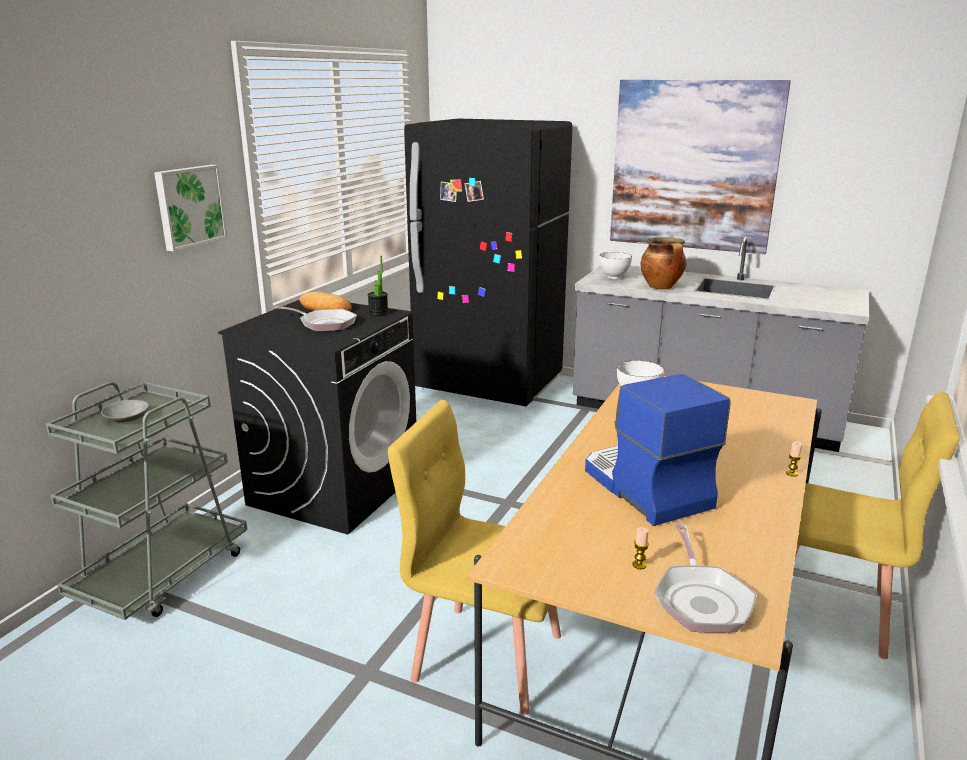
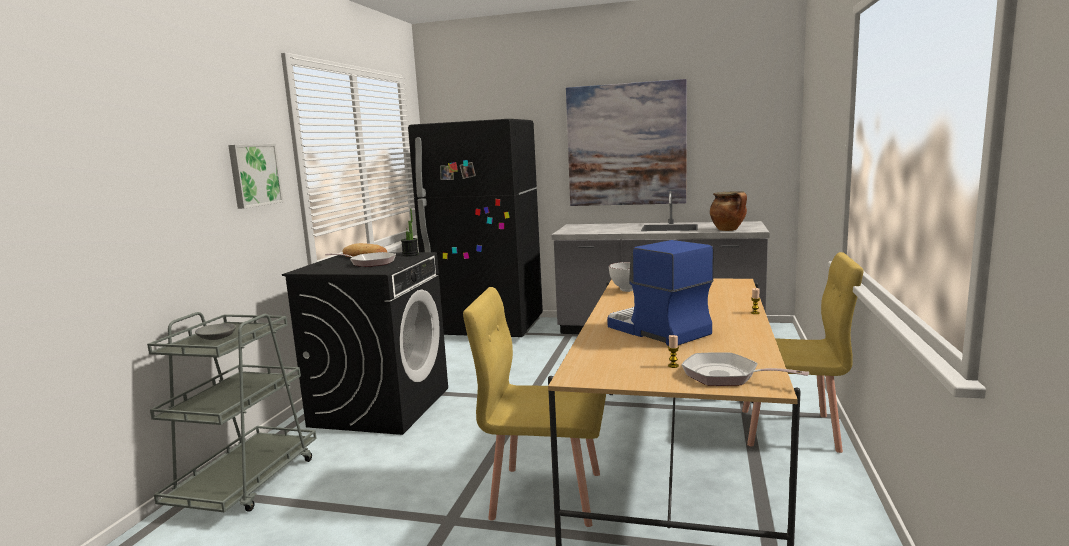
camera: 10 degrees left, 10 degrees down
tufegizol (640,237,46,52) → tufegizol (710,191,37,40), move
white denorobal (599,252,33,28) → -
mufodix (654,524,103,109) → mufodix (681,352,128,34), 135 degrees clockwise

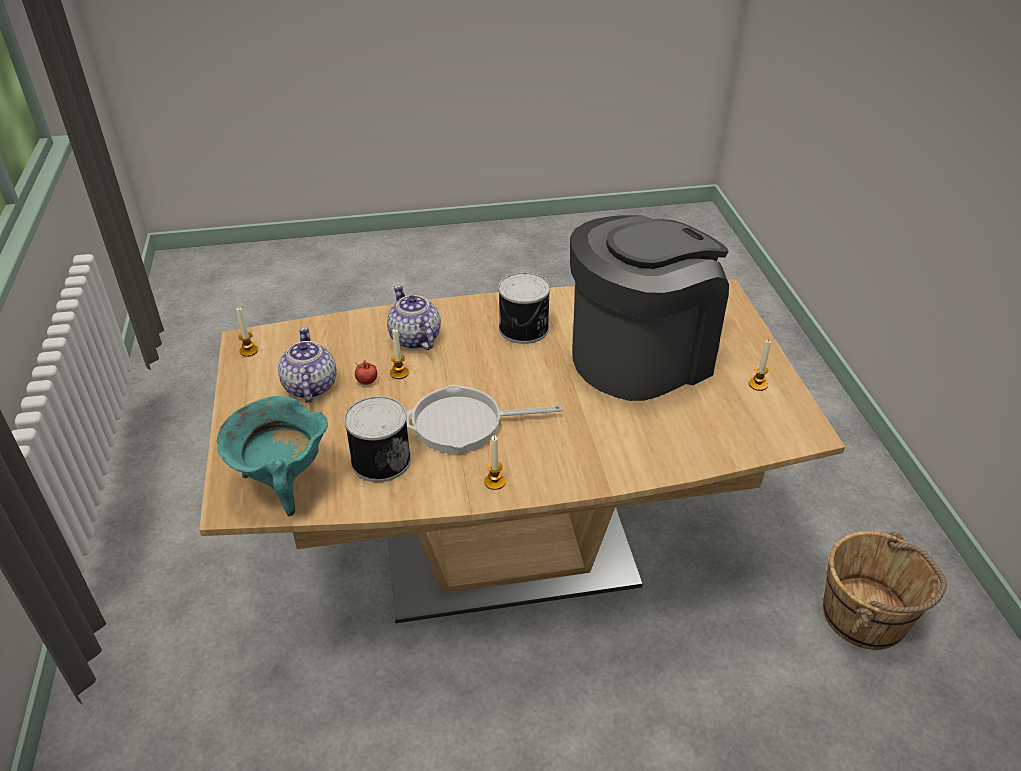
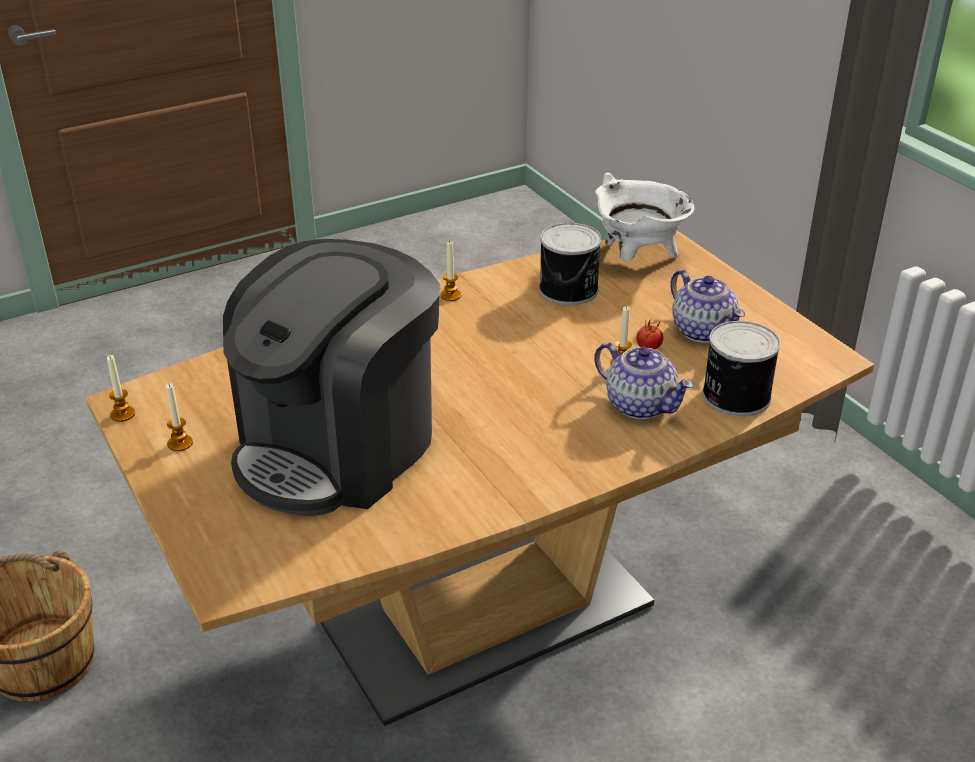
camera: 160 degrees right, 5 degrees down
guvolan (498,272,52,72) → guvolan (702,321,79,96), move
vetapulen (236,307,22,50) → vetapulen (107,355,28,67), move
mufodix (406,385,156,68) → -
turquoise tufegizol (217,396,111,120) → white tufegizol (595,172,99,89)

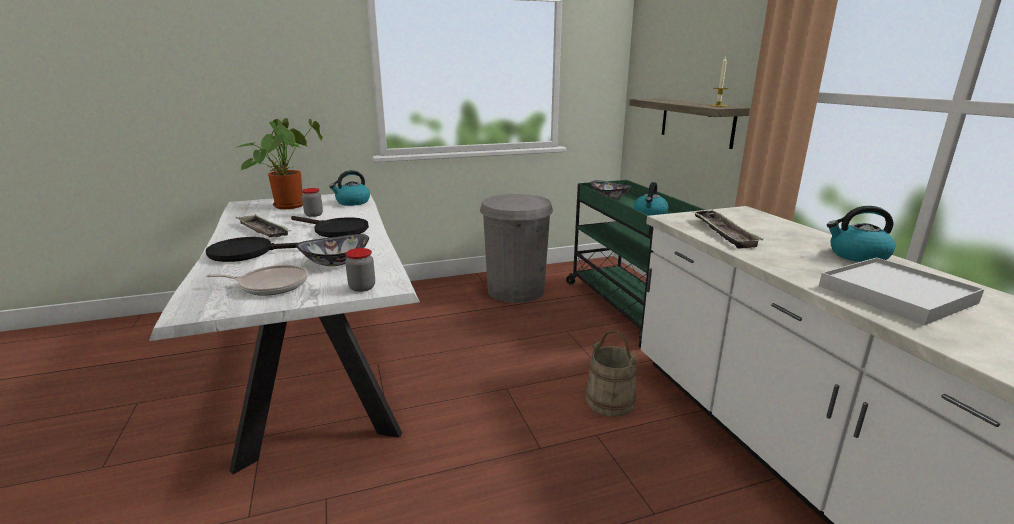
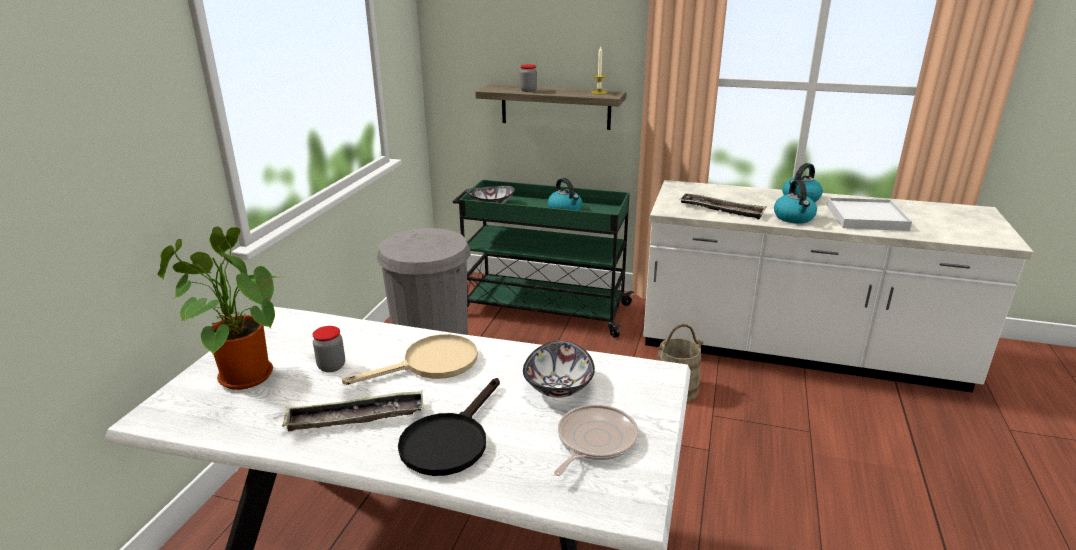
camera: 55 degrees left, 5 degrees up
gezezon (329,170,41,36) → gezezon (774,180,43,43), move
black mufodix (291,216,78,21) → beige mufodix (342,334,136,51)
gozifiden (345,248,30,44) → gozifiden (520,64,17,28), move

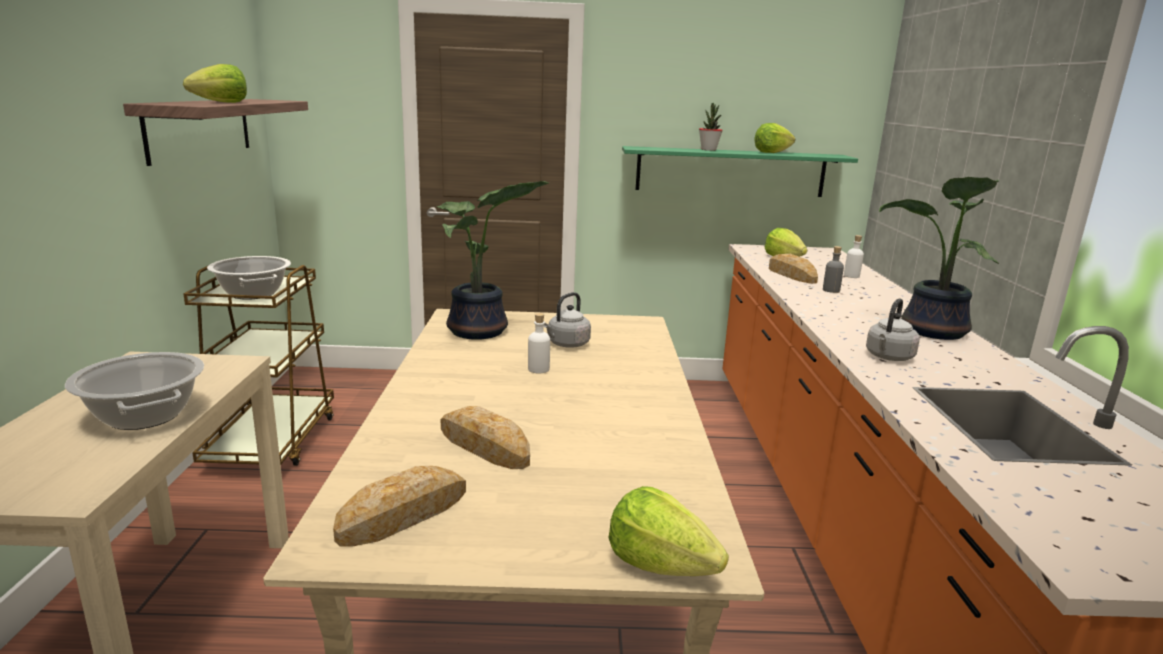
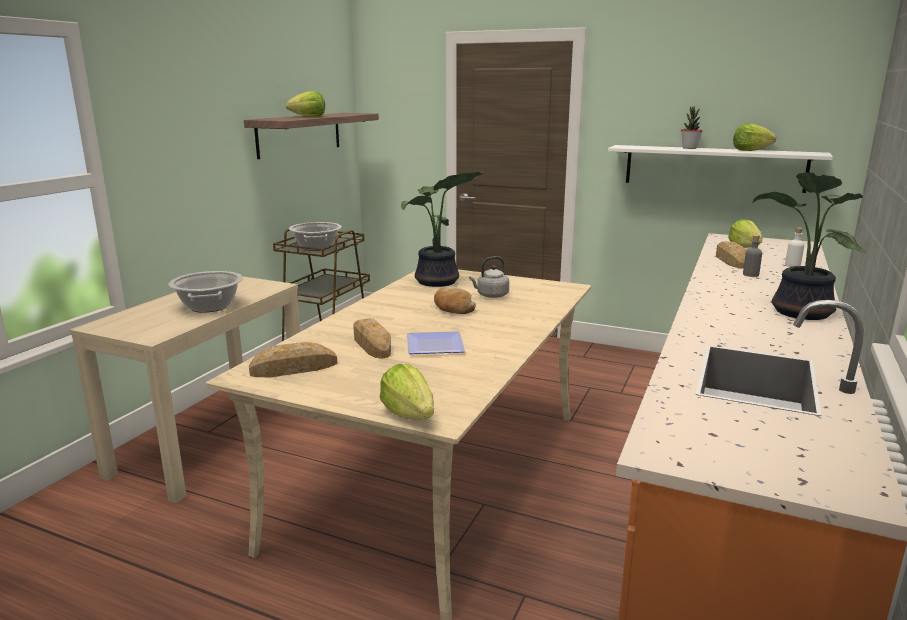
camera: 25 degrees right, 0 degrees up
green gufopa (622,146,236,51) → white gufopa (608,145,225,48)
grey gezezon (866,298,54,63) → -
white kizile (528,313,22,60) → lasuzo (434,286,42,28)
- → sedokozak (407,331,58,23)

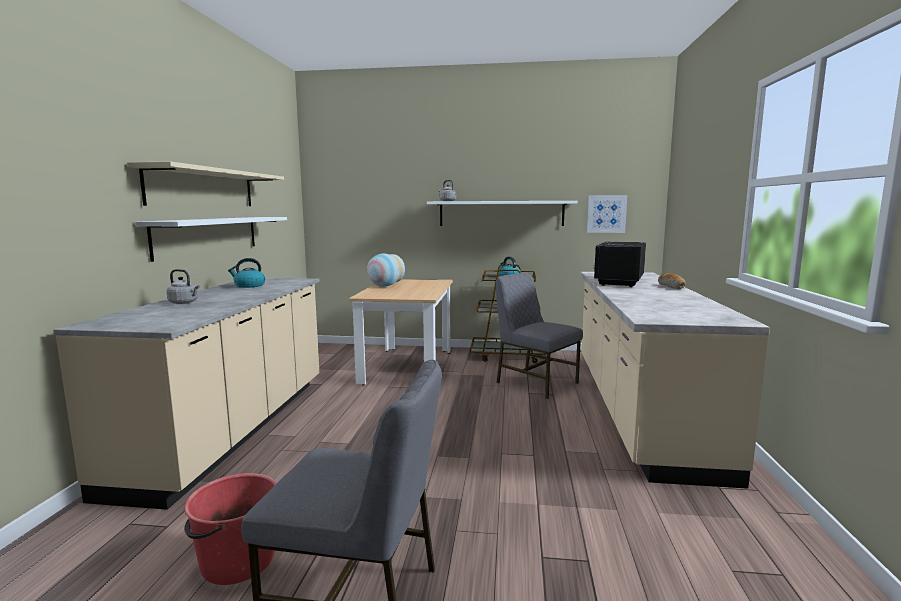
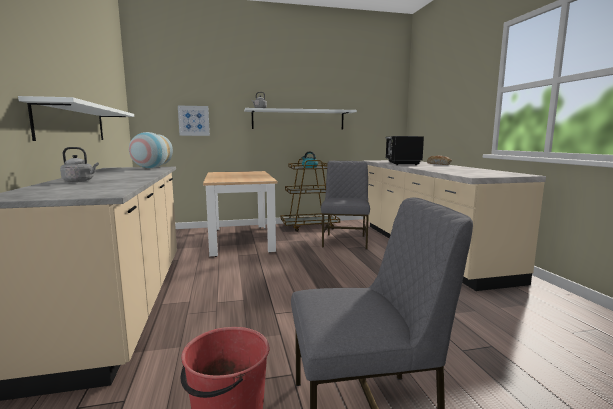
camera: 20 degrees left, 0 degrees up
beige gufopa (127,162,157,44) → -
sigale (587,195,40,38) → sigale (178,106,32,30), move
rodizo (367,254,38,33) → rodizo (129,132,44,36), move
gezezon (228,258,37,30) → -
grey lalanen (496,273,87,126) → grey lalanen (321,161,49,89), 75 degrees clockwise

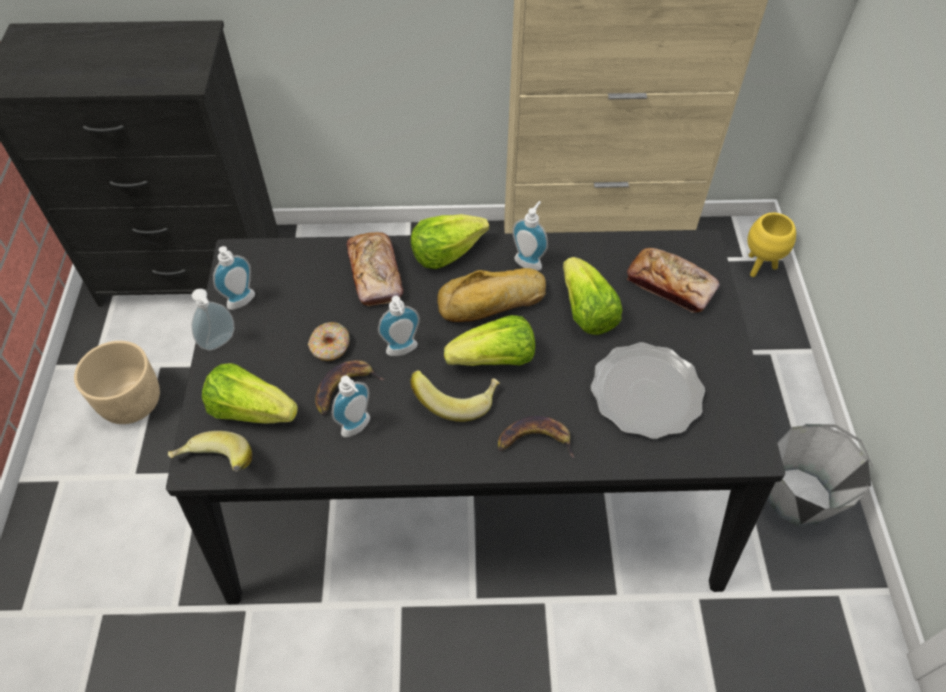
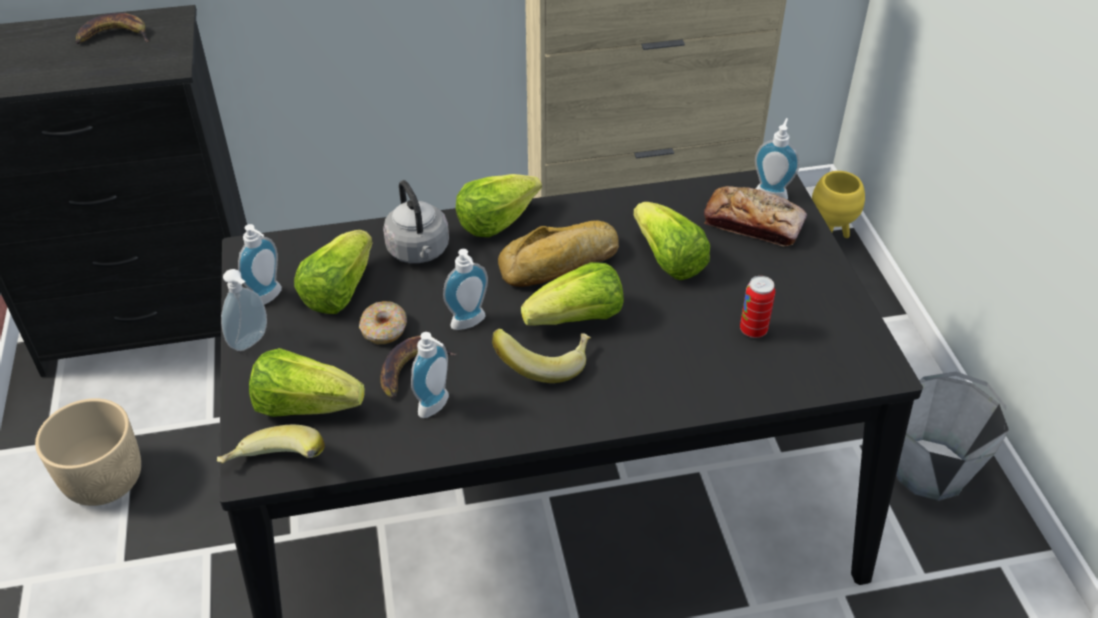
camera: 10 degrees left, 10 degrees down
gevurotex (512,201,36,70) → gevurotex (755,118,45,81), move
lasuzo (347,232,57,74) → grey gezezon (383,180,66,83)
sedokozak (590,342,115,97) → guvolan (740,276,35,62)
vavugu (498,416,76,42) → vavugu (75,13,74,31), move
- → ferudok (294,230,79,84)

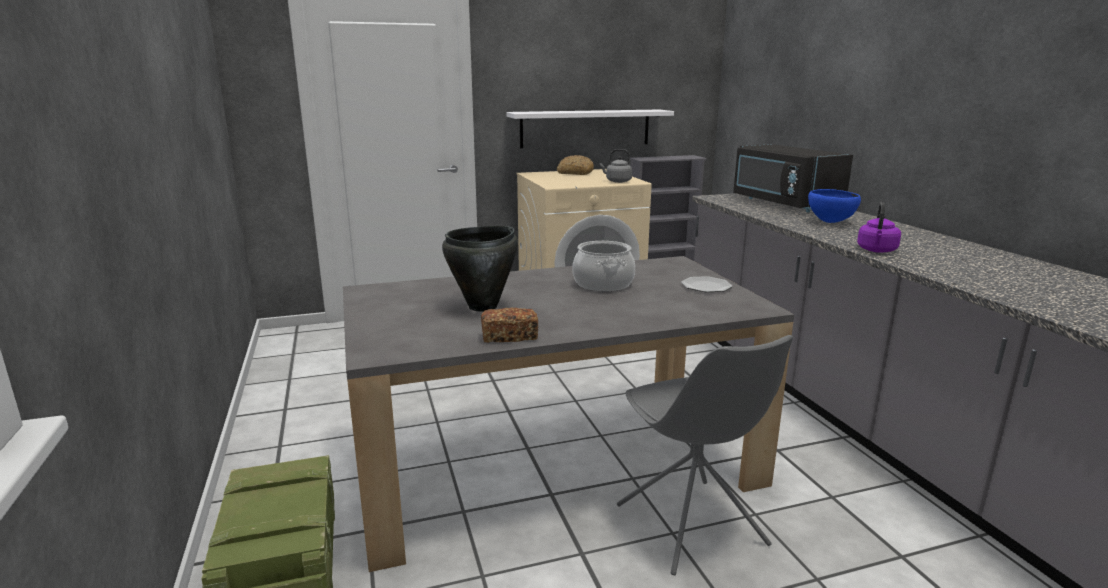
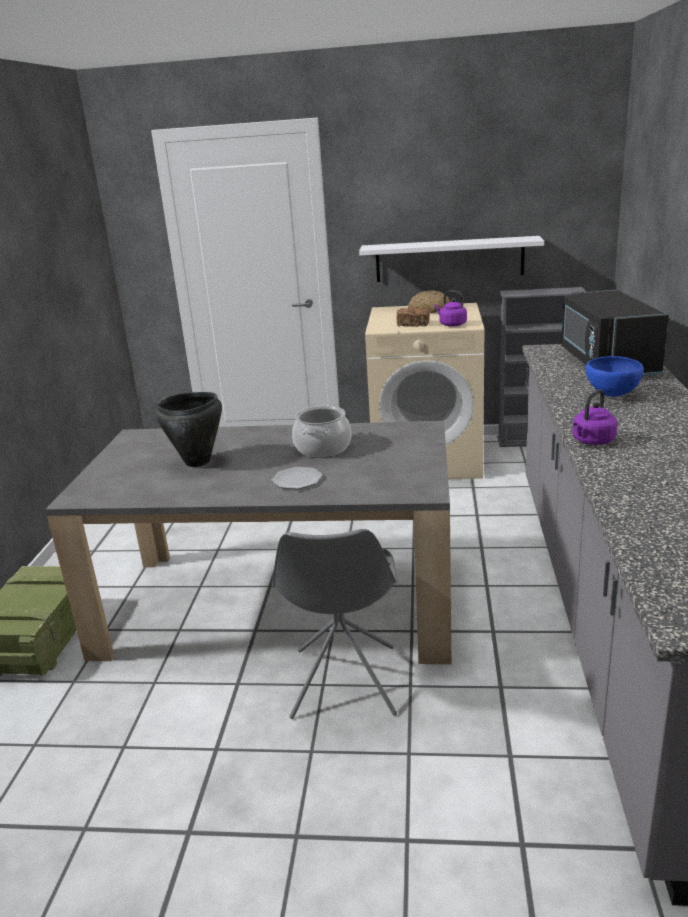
camera: 25 degrees right, 5 degrees up
grey gezezon (600,149,32,34) → purple gezezon (434,291,33,36)
sedokozak (681,276,51,16) → sedokozak (272,467,51,22), move
lasuzo (481,307,57,36) → lasuzo (396,308,33,19), move

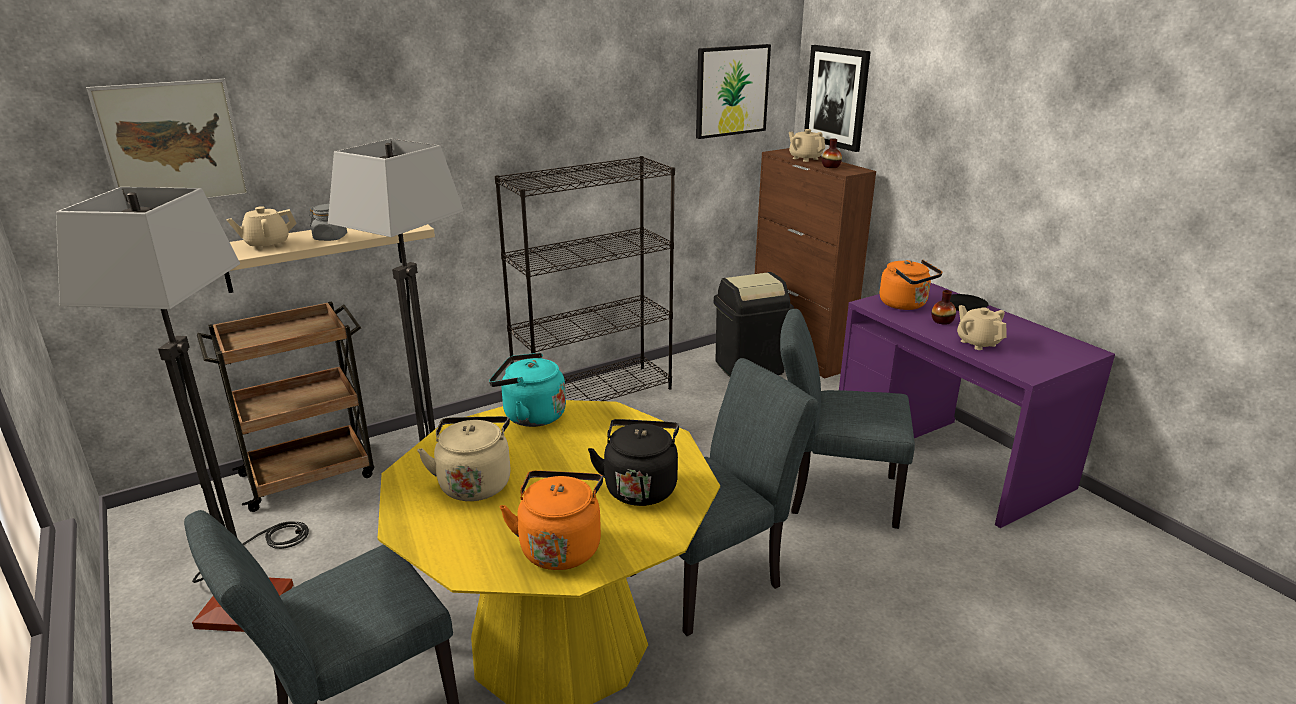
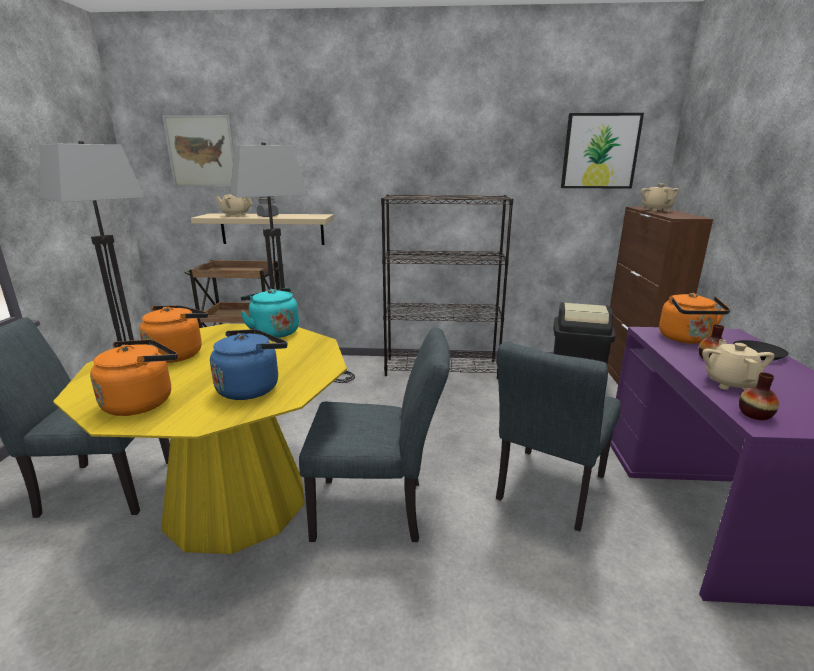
camera: 35 degrees right, 5 degrees down
sigale (804,45,67,107) → -
rodizo (822,138,20,30) → rodizo (739,372,40,48), move
grey lalanen (780,309,135,220) → grey lalanen (496,342,125,189), 105 degrees counterclockwise
beige gezezon (417,416,94,85) → orange gezezon (139,305,69,58)
black gezezon (588,419,91,87) → blue gezezon (210,329,78,71)

